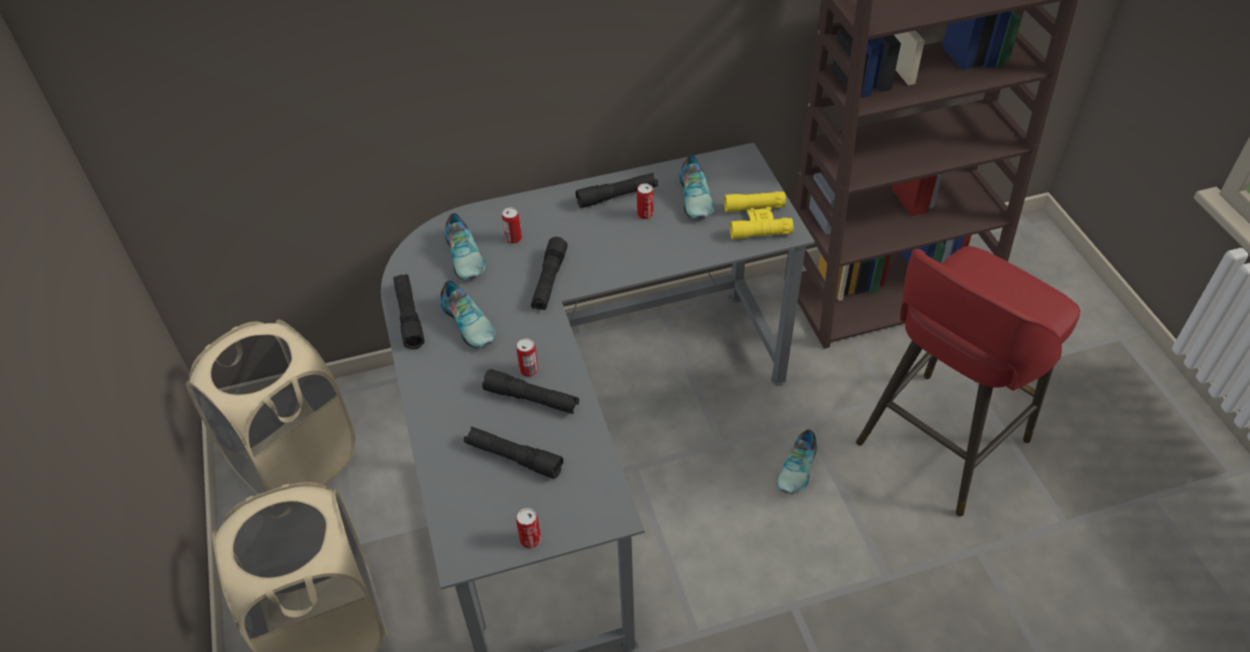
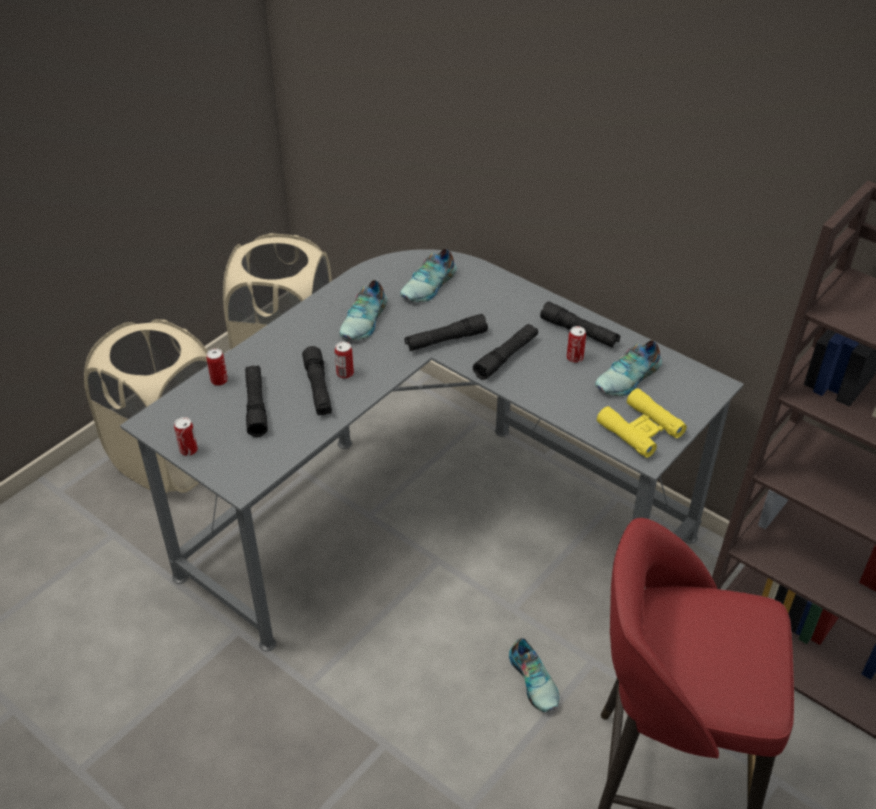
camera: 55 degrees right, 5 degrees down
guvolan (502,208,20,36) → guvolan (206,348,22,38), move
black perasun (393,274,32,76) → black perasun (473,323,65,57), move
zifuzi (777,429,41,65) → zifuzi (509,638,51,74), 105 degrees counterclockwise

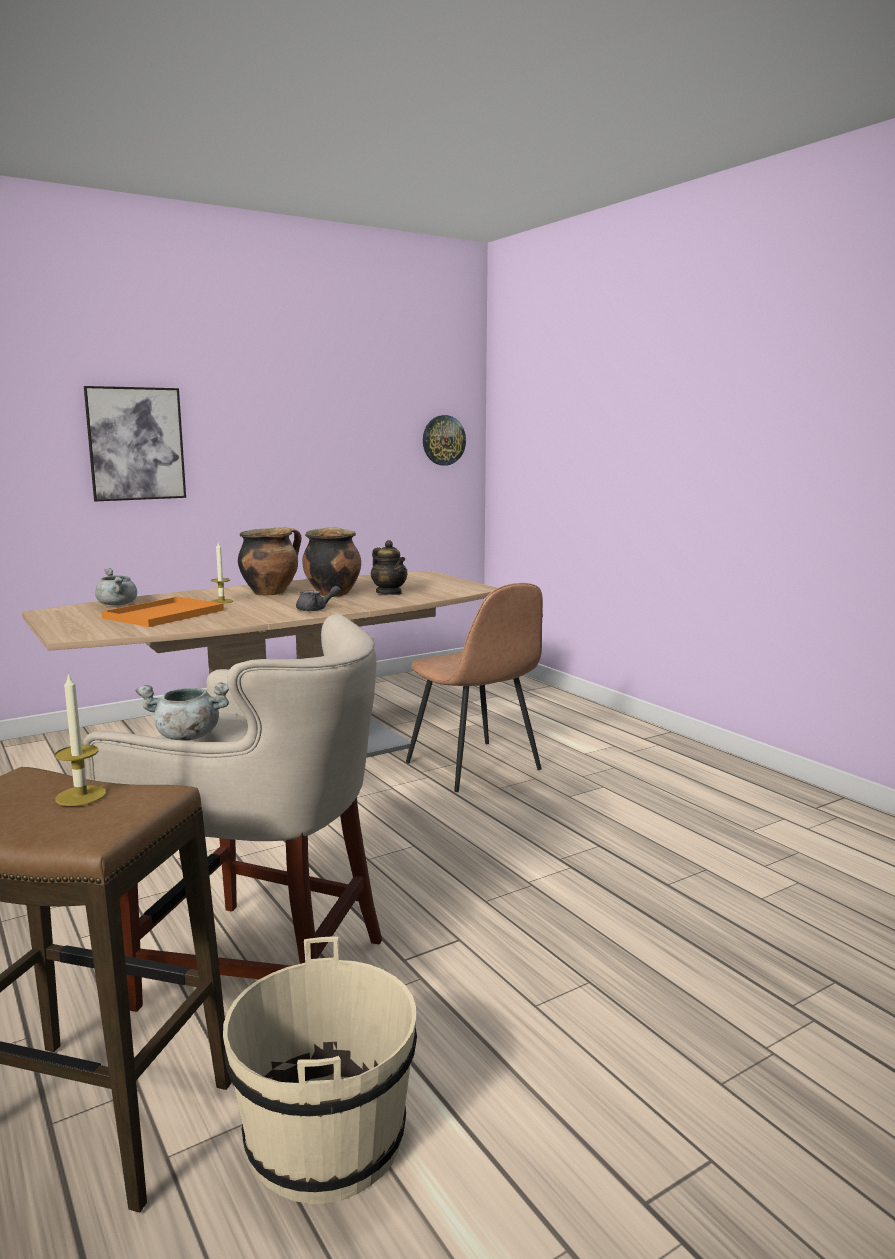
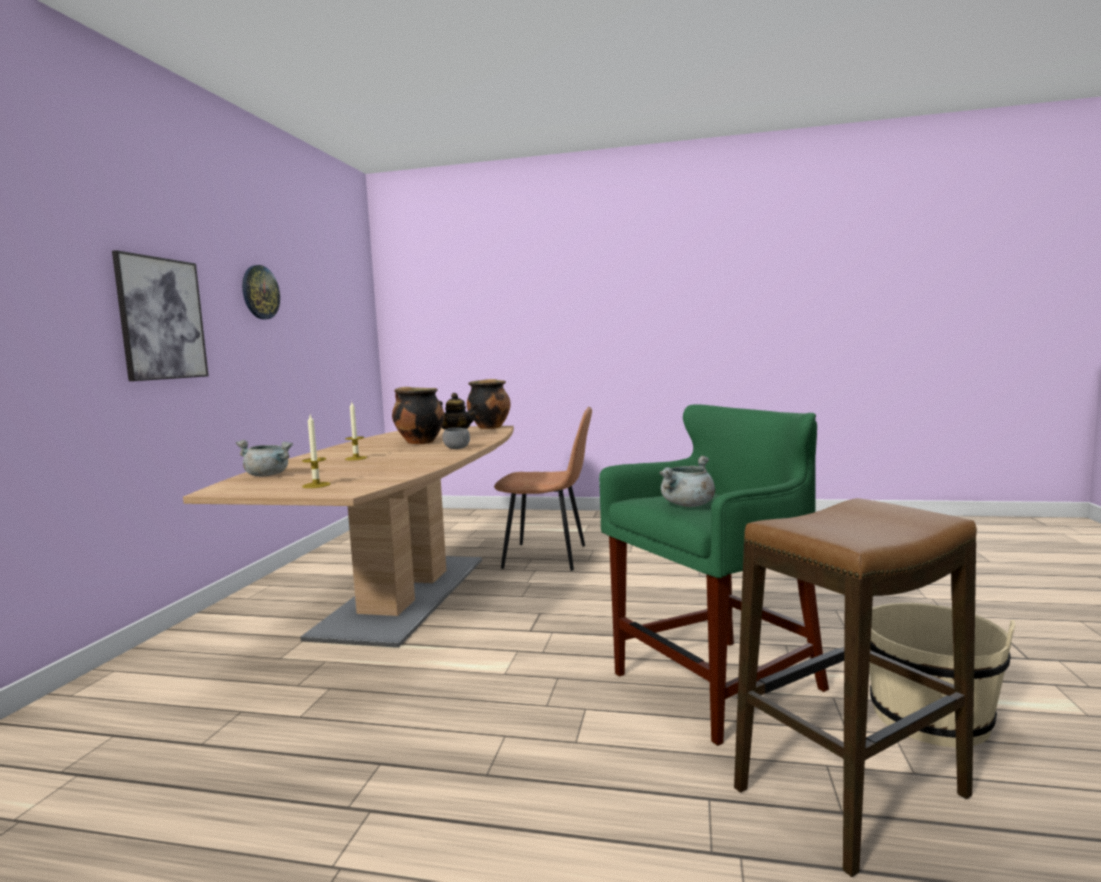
camera: 45 degrees left, 5 degrees down
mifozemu (423,415,43,51) → mifozemu (242,265,38,54), move
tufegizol (238,528,63,68) → tufegizol (467,379,44,50), move
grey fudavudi (296,586,45,25) → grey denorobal (443,428,27,21)
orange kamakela (102,596,122,31) → -
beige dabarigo (83,614,299,398) → green dabarigo (599,404,230,342)
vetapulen (55,672,51,134) → vetapulen (302,415,29,73), move

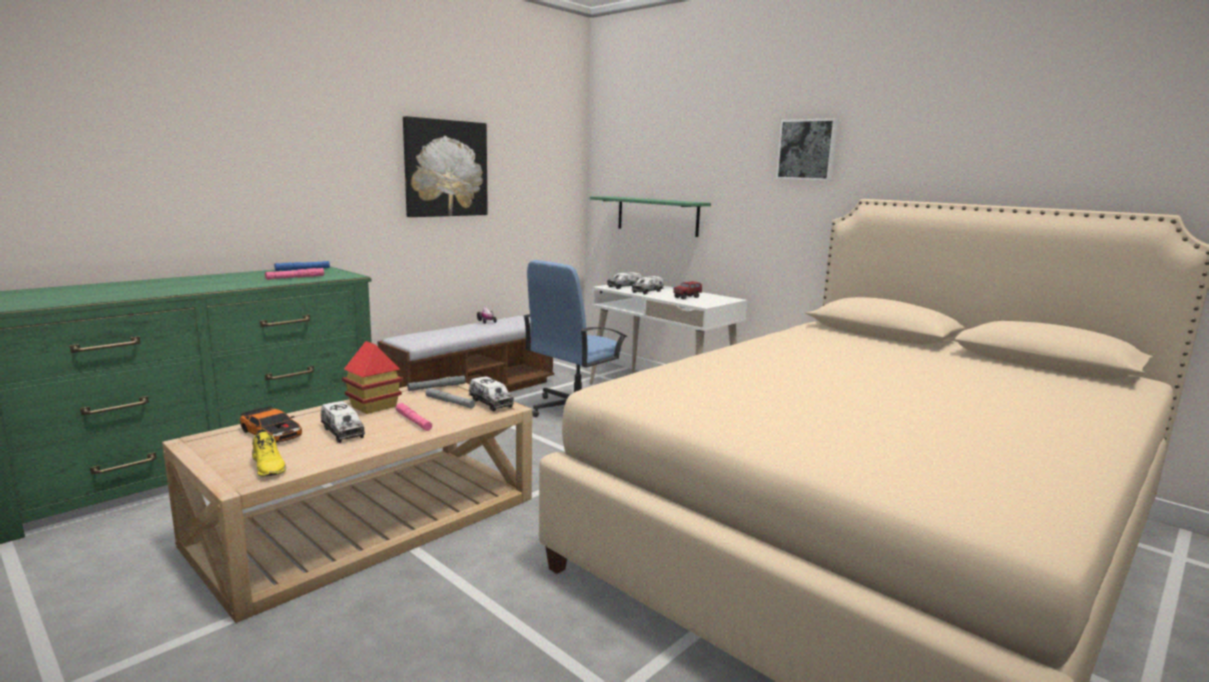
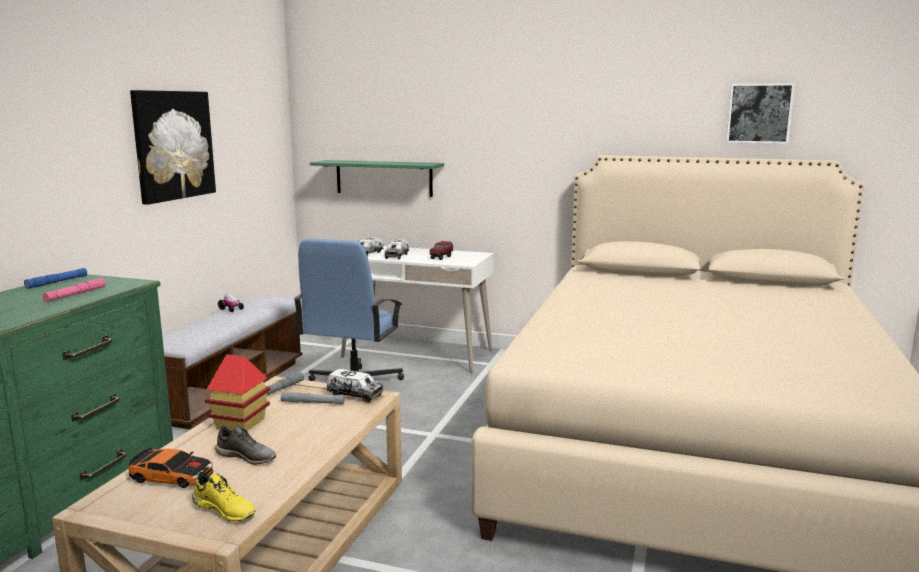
camera: 25 degrees left, 0 degrees up
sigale (776,118,62,63) → sigale (726,83,69,61), move
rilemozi (321,401,44,42) → grey zifuzi (215,426,61,39)
pink perasun (396,403,36,28) → -

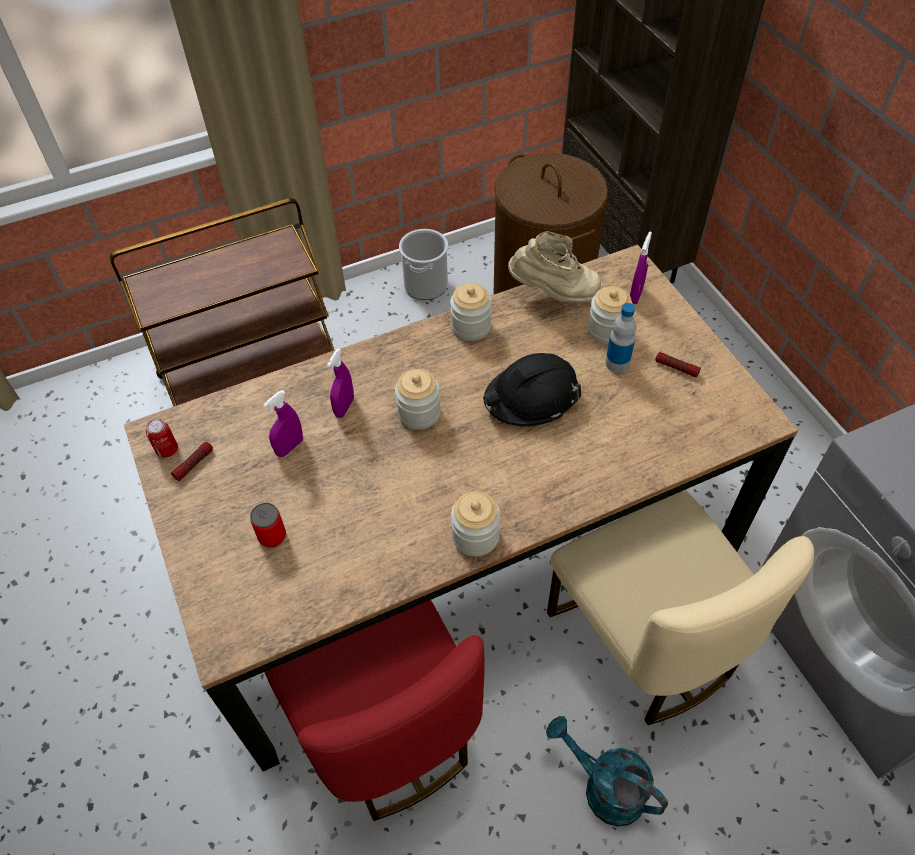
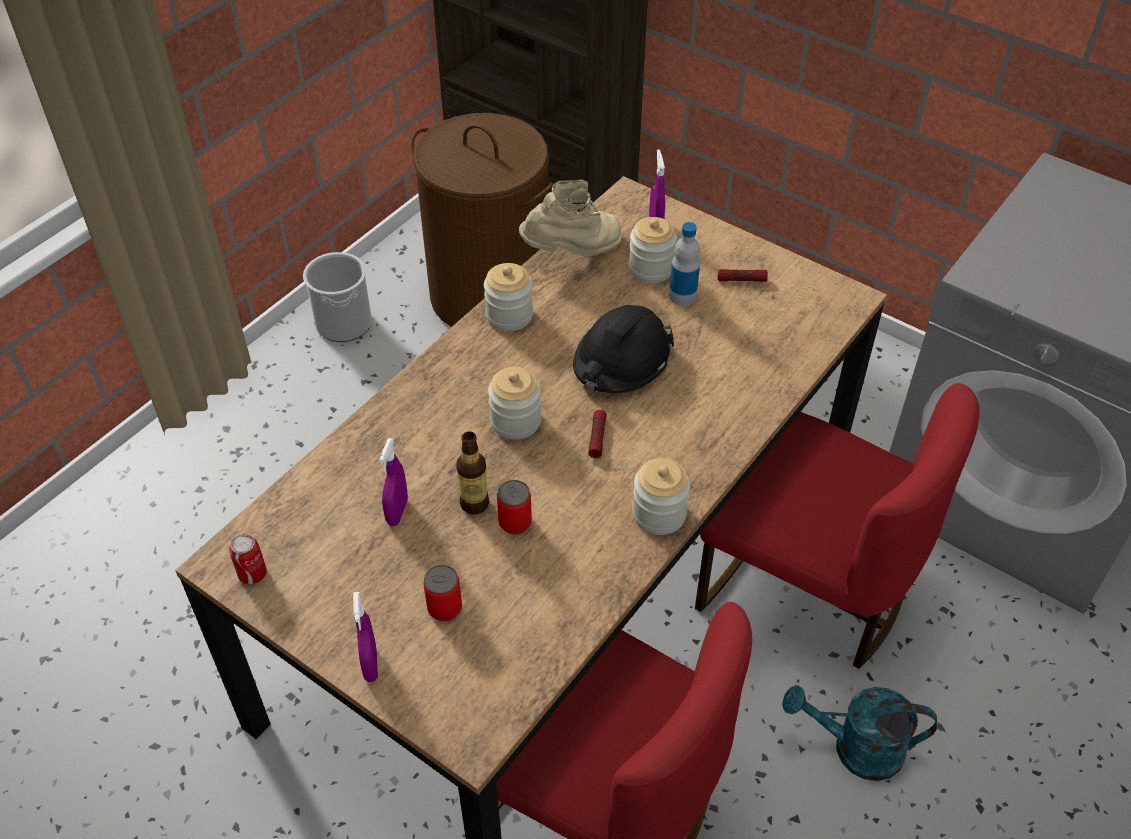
camera: 30 degrees left, 5 degrees down
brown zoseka (110,198,224,208) → -
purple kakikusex (327,348,27,70) → purple kakikusex (353,592,25,90), move
perasun (171,442,42,39) → perasun (588,410,19,48), move
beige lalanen (547,490,267,235) → red lalanen (695,383,285,286)
- → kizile (456,431,33,83)
- → guvolan (497,480,35,54)

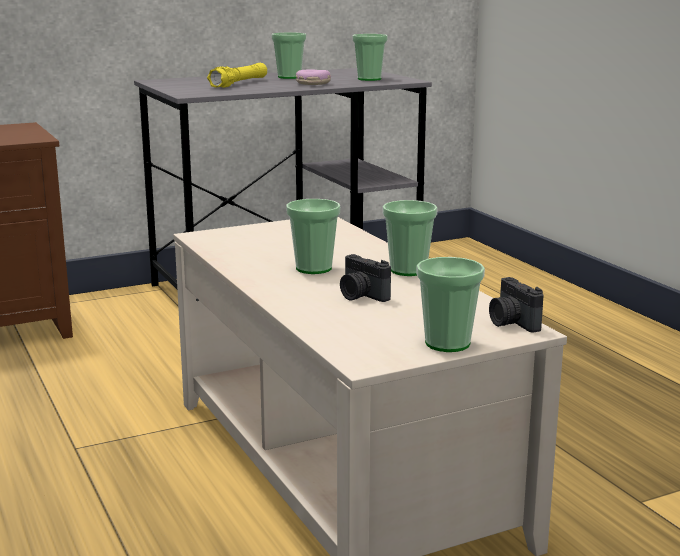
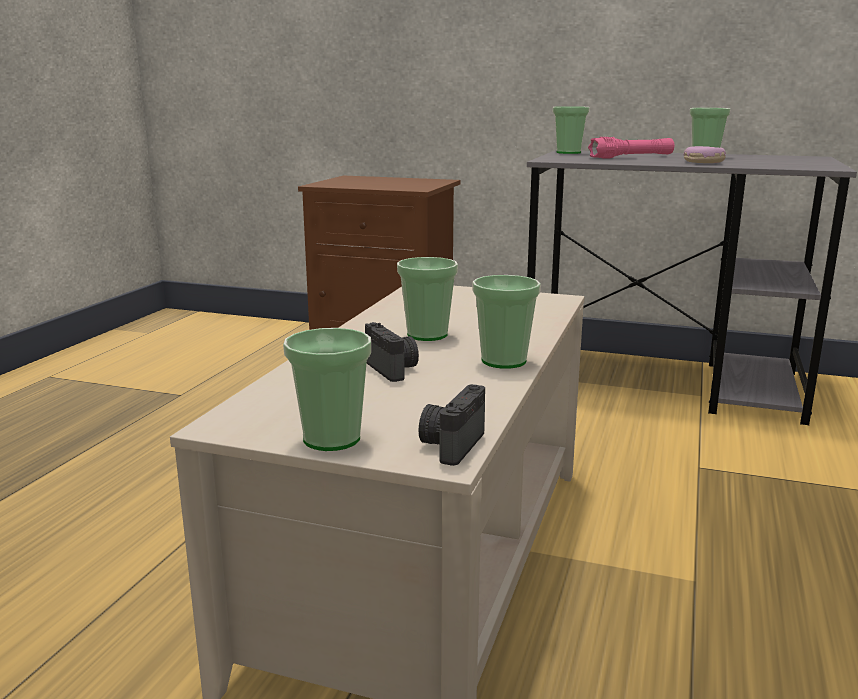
camera: 45 degrees right, 0 degrees up
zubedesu (352,34,36,47) → zubedesu (553,106,37,48), move
yellow perasun (207,63,60,25) → pink perasun (588,137,86,22)
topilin (340,254,51,48) → topilin (365,322,54,60), 150 degrees clockwise

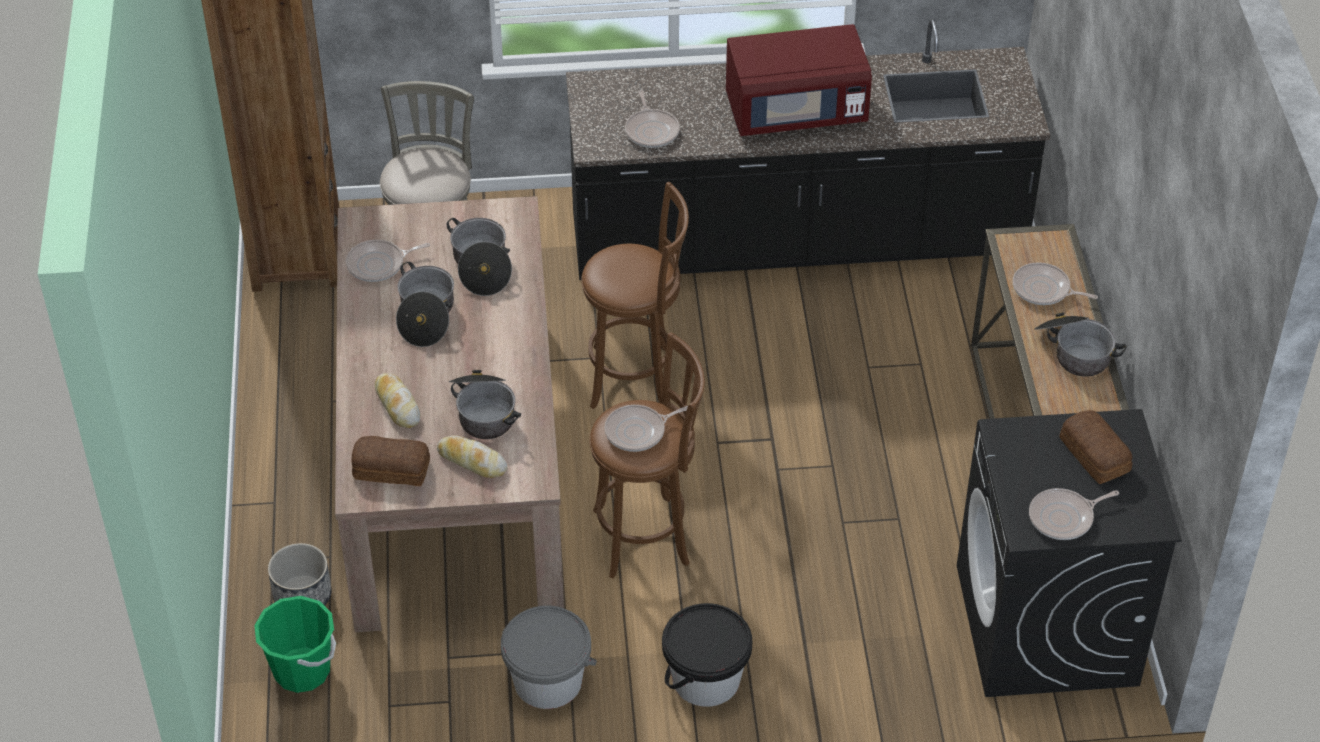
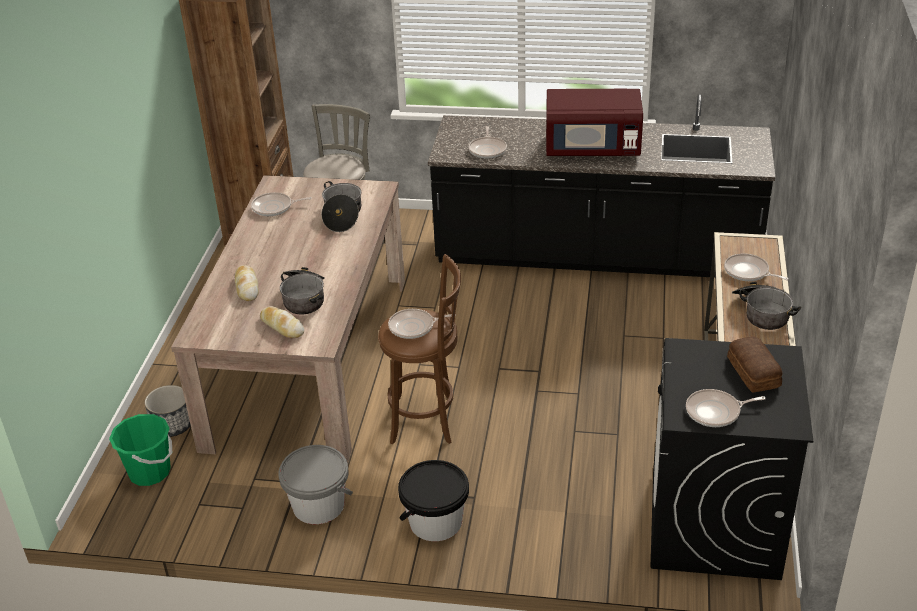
camera: 15 degrees right, 10 degrees down
brown dabarigo (581,182,108,227) → -
tufegizol (396,262,58,85) → -
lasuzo (352,436,78,50) → -

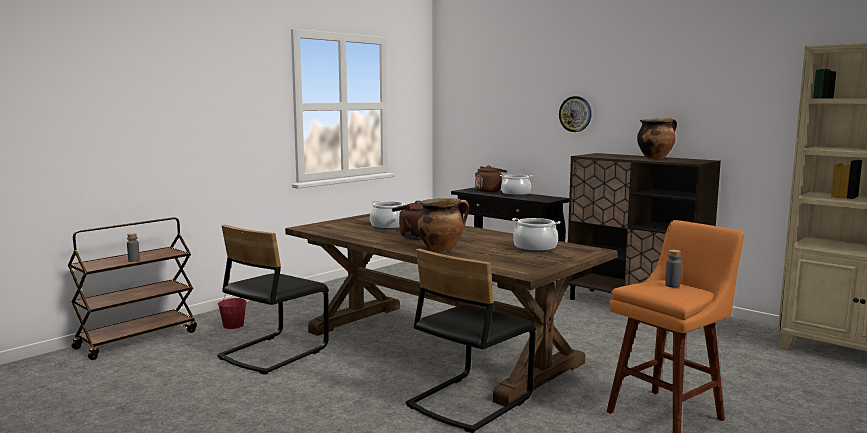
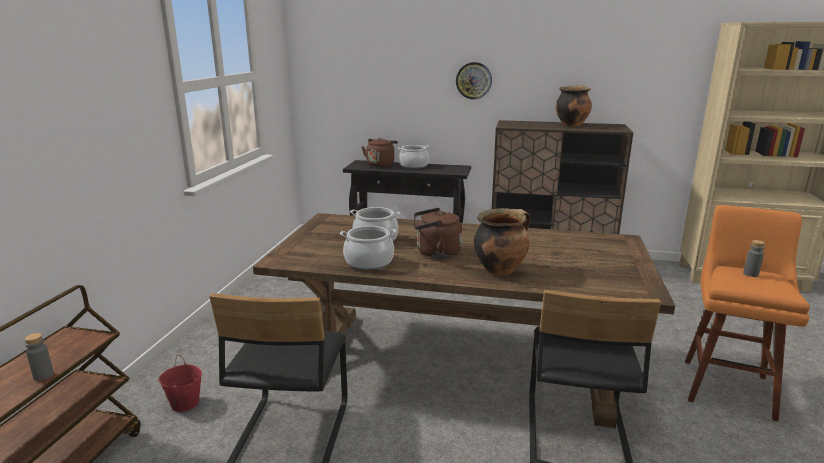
camera: 30 degrees left, 10 degrees up
tufegizol (512,218,49,34) → tufegizol (340,226,56,44), move

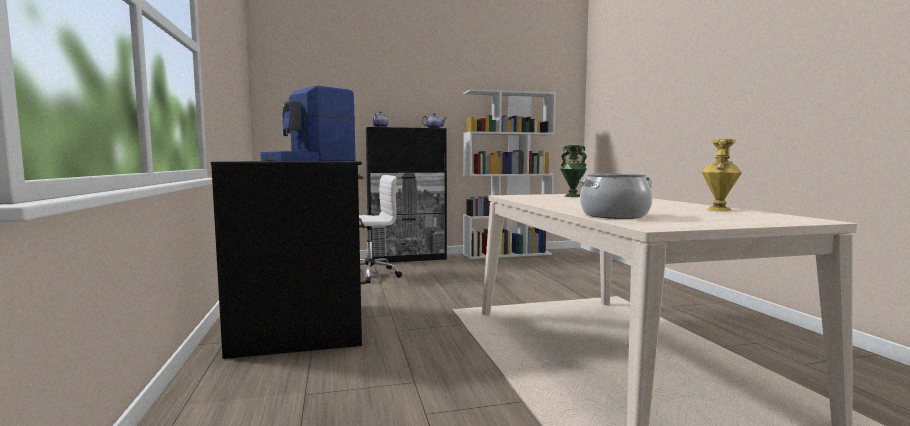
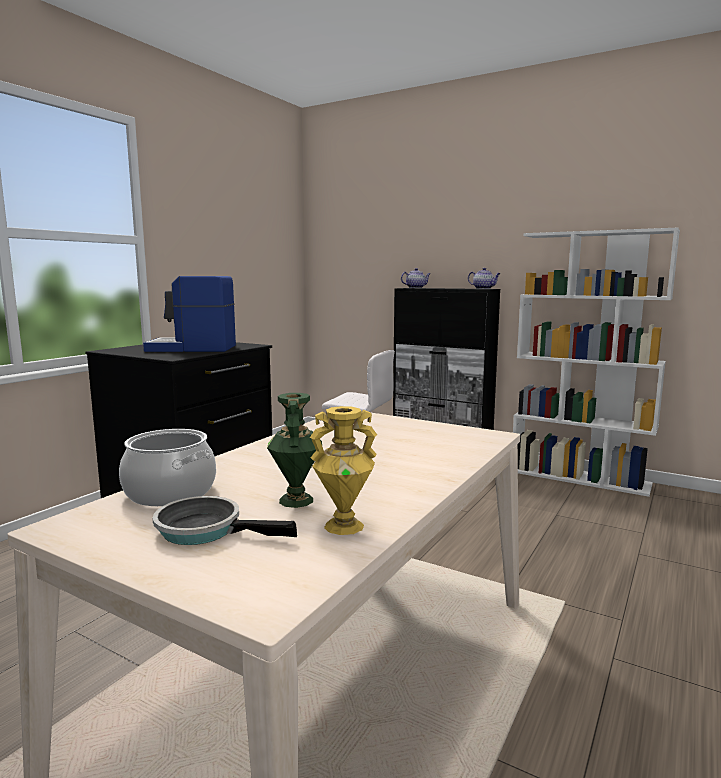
camera: 45 degrees right, 5 degrees up
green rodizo (560,145,27,52) → green rodizo (267,393,55,115), move
- → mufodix (153,496,144,49)

